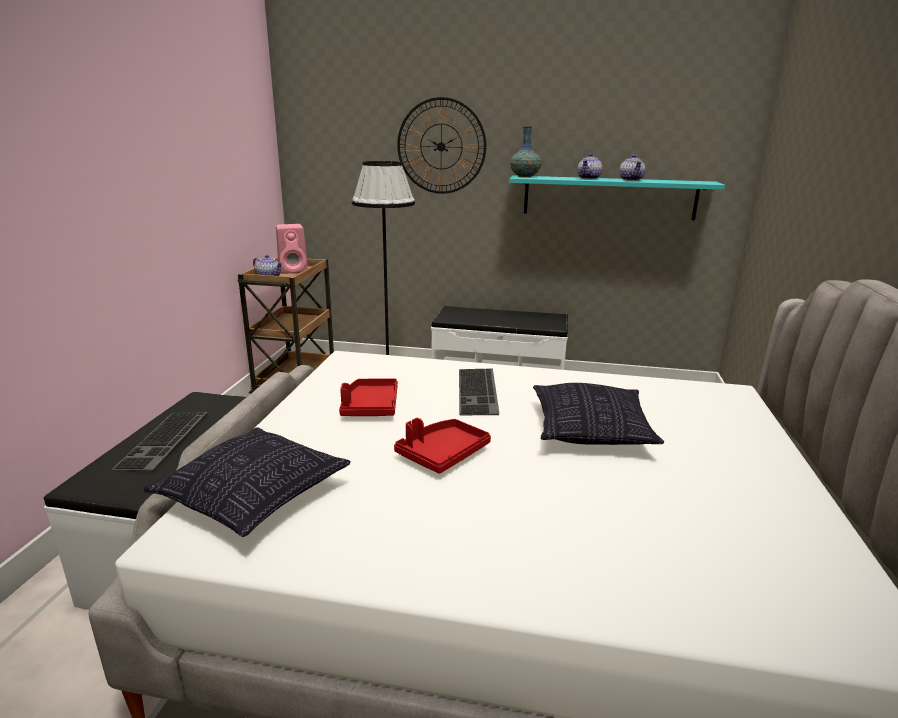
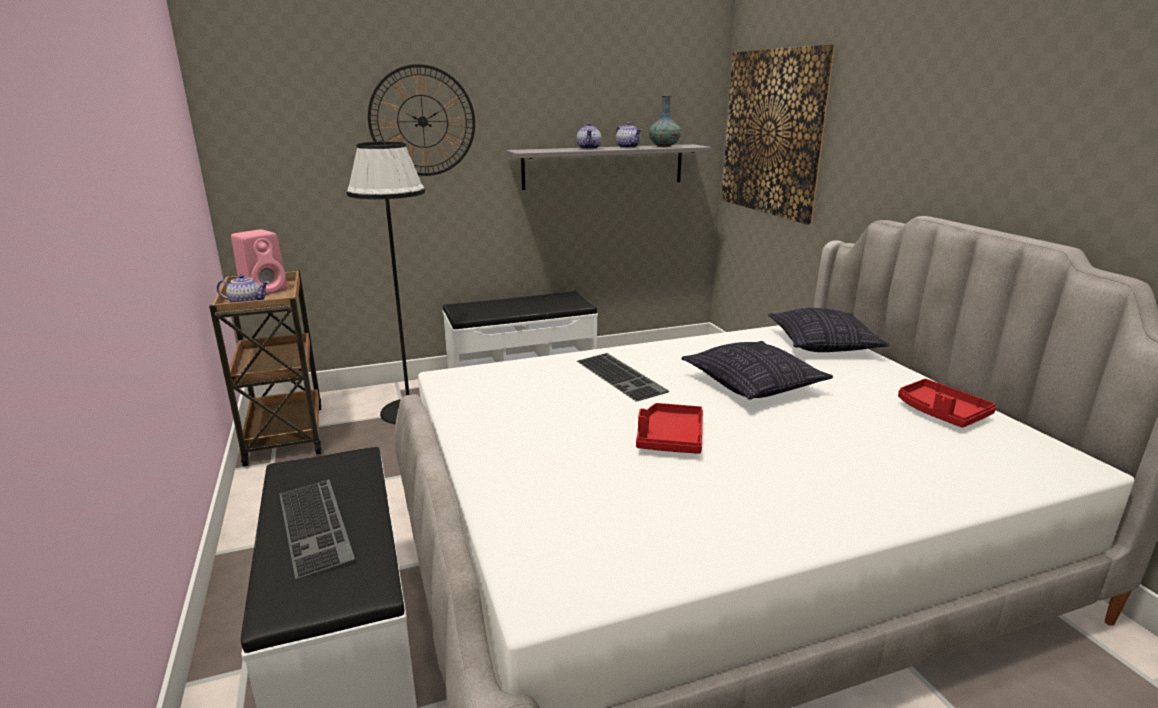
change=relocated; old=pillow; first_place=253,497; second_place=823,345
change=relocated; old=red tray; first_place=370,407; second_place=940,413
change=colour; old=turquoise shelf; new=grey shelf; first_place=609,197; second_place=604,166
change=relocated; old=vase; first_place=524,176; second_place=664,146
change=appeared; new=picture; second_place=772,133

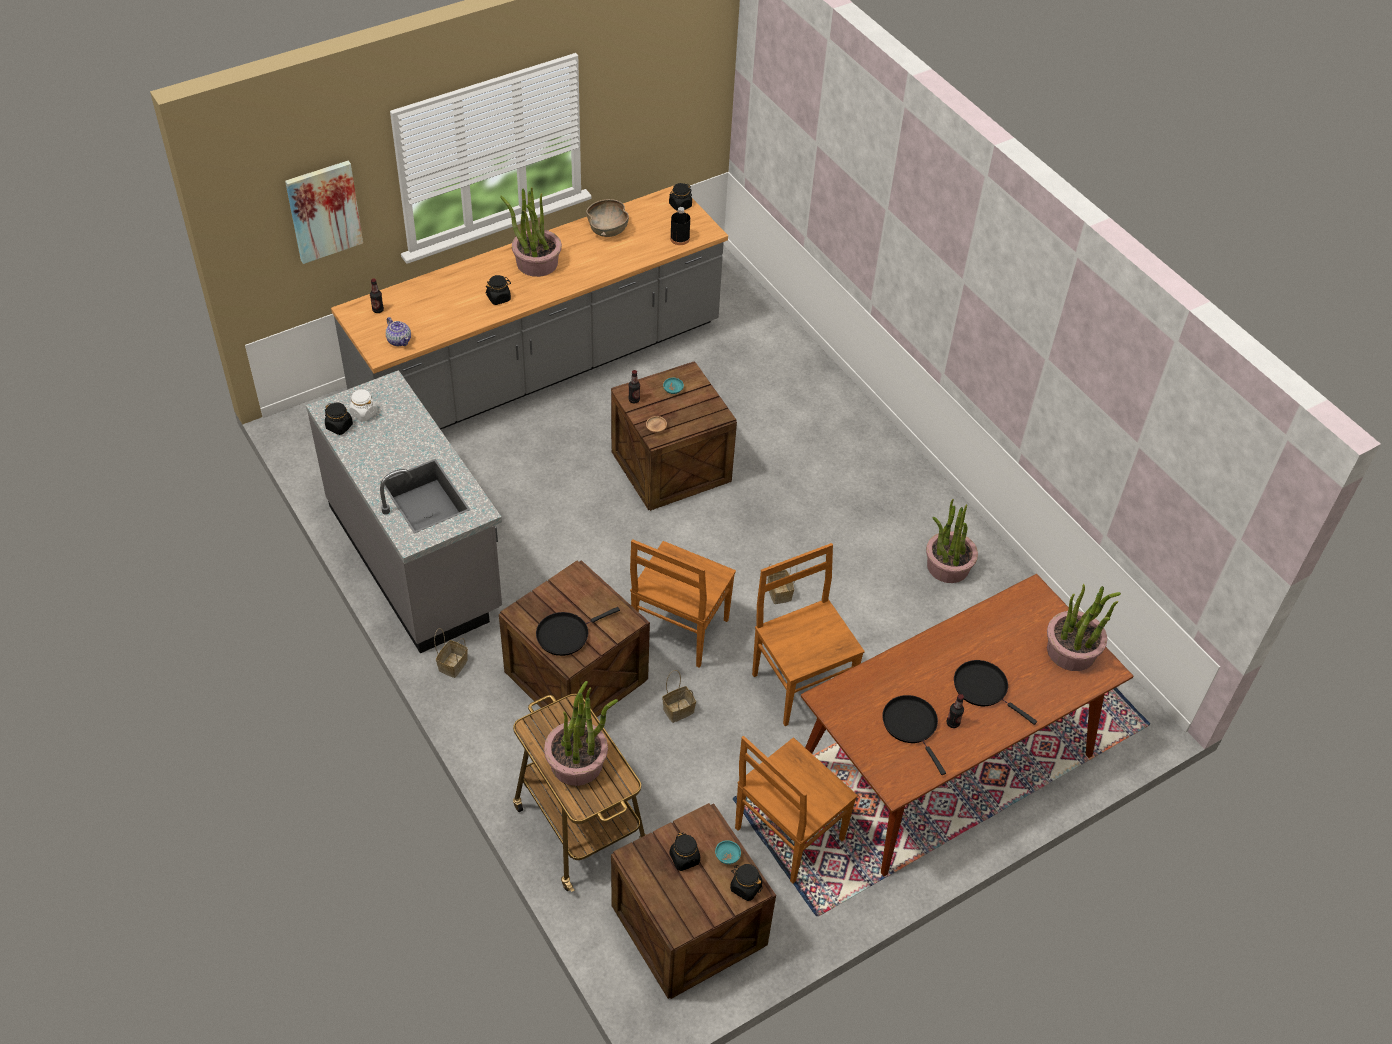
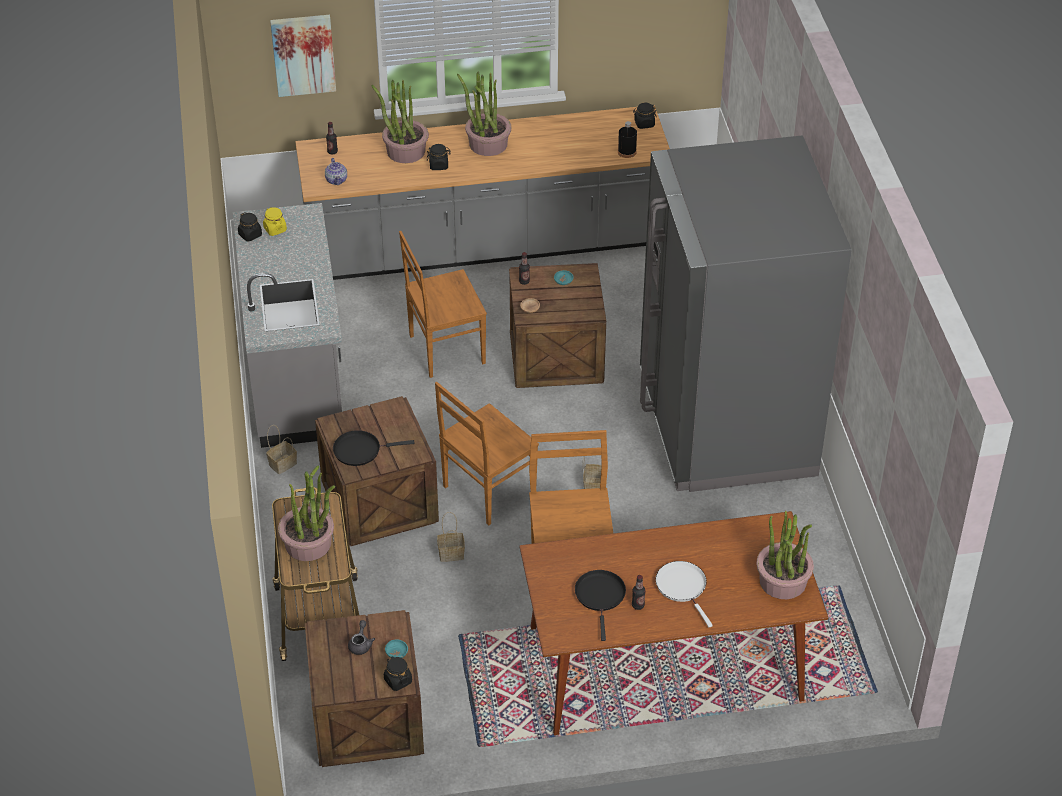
change=colour; old=white jar; new=yellow jar; first_place=363,413; second_place=275,229
change=missing; old=brown bowl; first_place=608,229
change=exchanged; old=black jar; new=grey teapot; first_place=684,858; second_place=361,644
change=relocated; old=brown chair; first_place=787,835; second_place=444,350
change=relocated; old=potted plant; first_place=947,566; second_place=405,151
change=colour; old=black frying pan; new=white frying pan; first_place=983,688; second_place=683,587
change=appeared; new=grey fridge; second_place=726,425

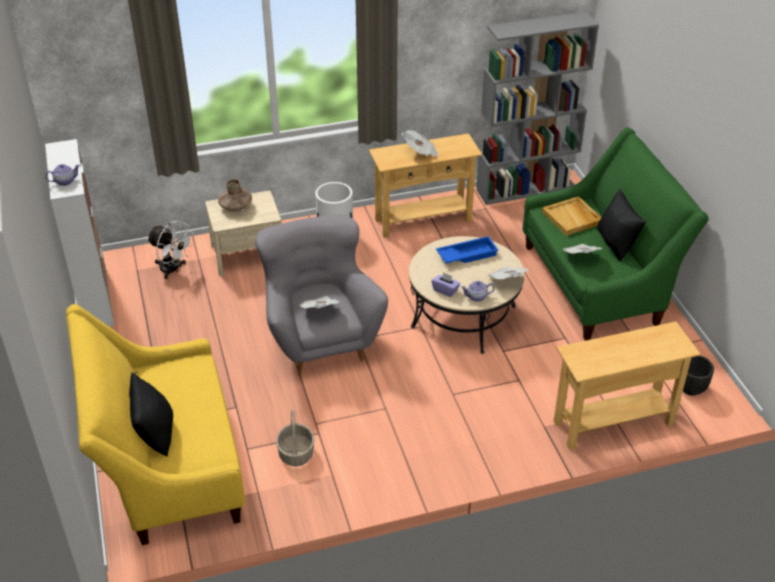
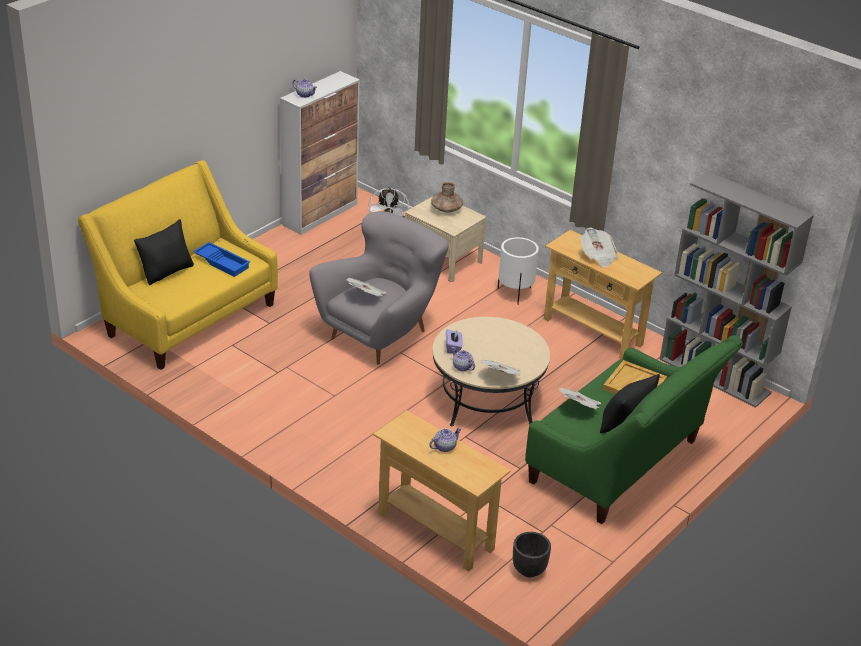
change=missing; old=basket; first_place=295,453
change=relocated; old=blue tray; first_place=467,254; second_place=222,262
change=appeared; new=teapot; second_place=444,446

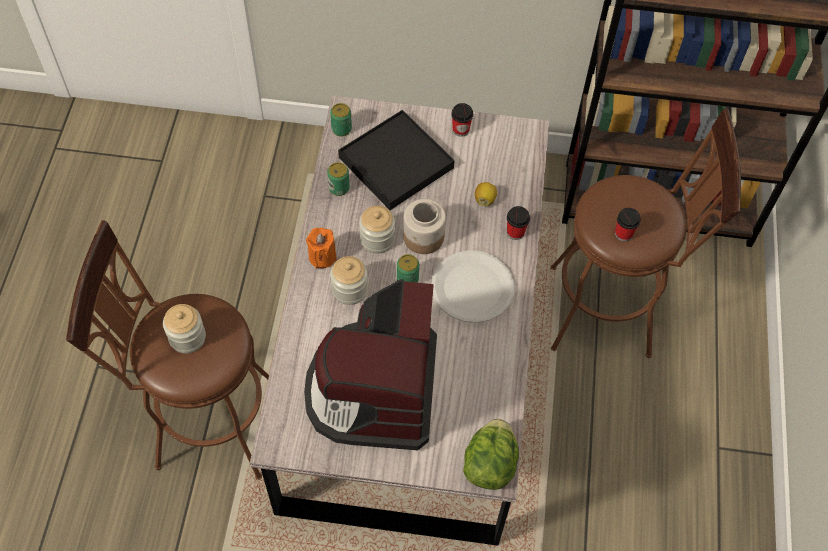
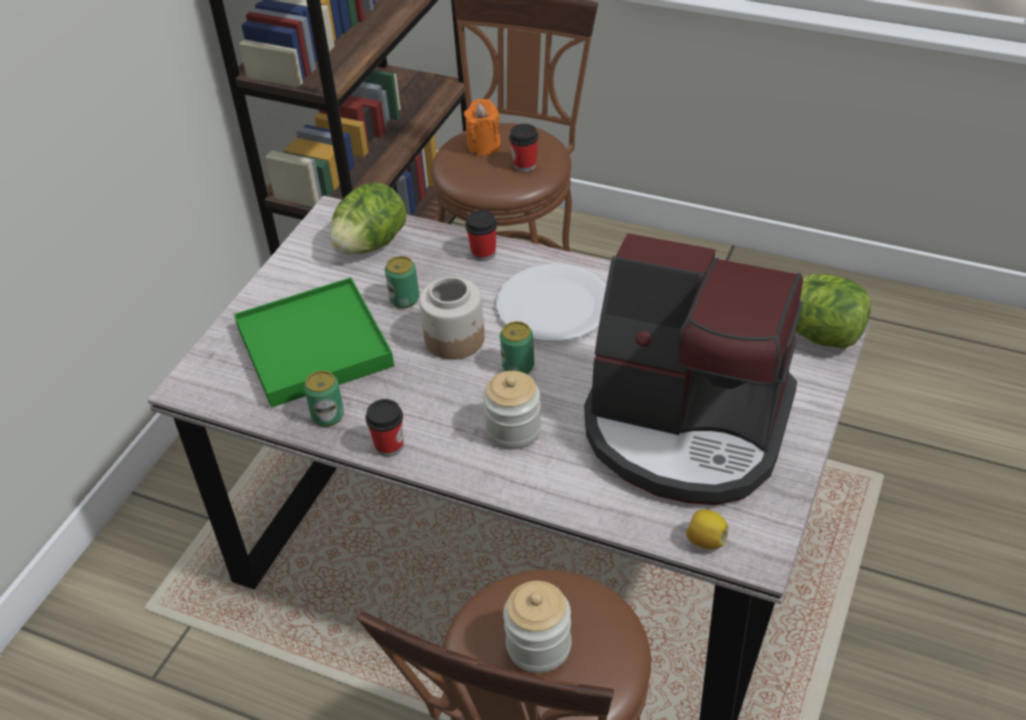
change=relocated; old=orange candle; first_place=322,257; second_place=484,146
change=relocated; old=can; first_place=341,129; second_place=404,299
change=colour; old=black tray; new=green tray; first_place=396,162; second_place=314,346
change=missing; old=jar; first_place=377,239
change=relocated; old=cup; first_place=460,130; second_place=389,446
change=relocated; old=lemon; first_place=485,199; second_place=706,540
change=appeared; new=lettuce; second_place=370,244

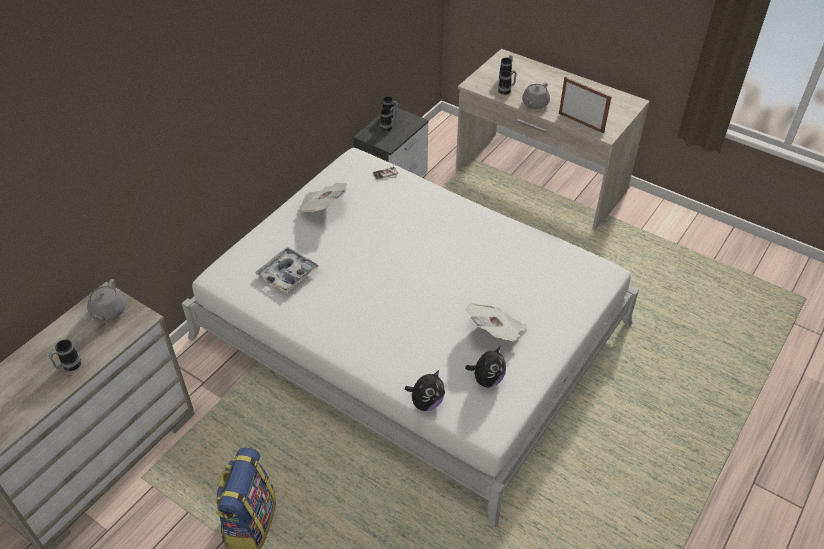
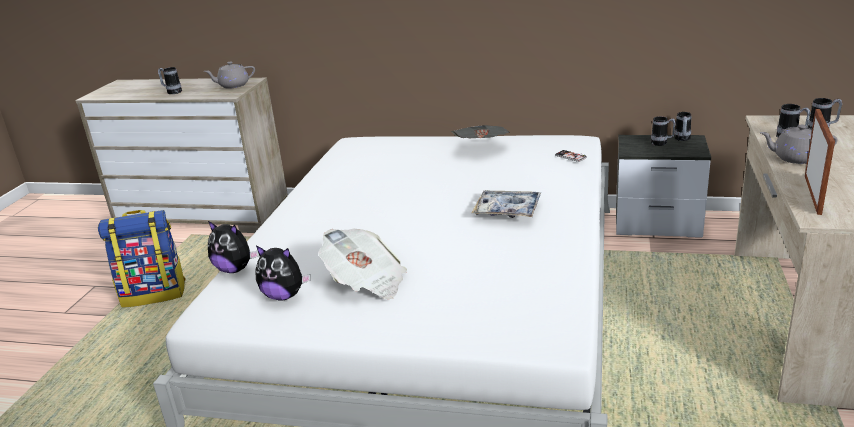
change=relocated; old=tray; first_place=287,274; second_place=507,210

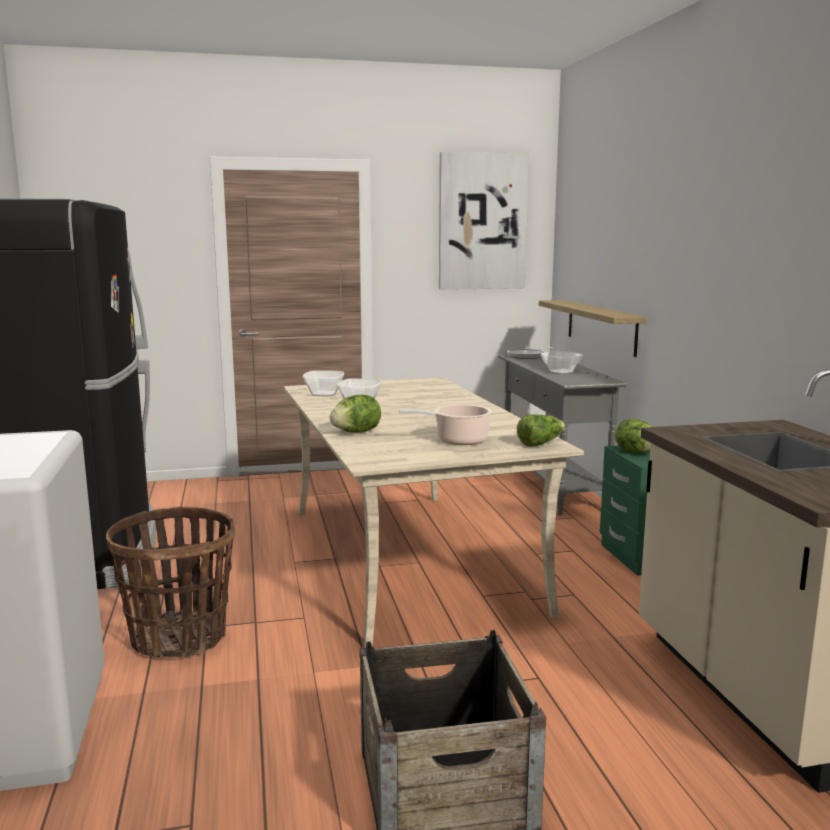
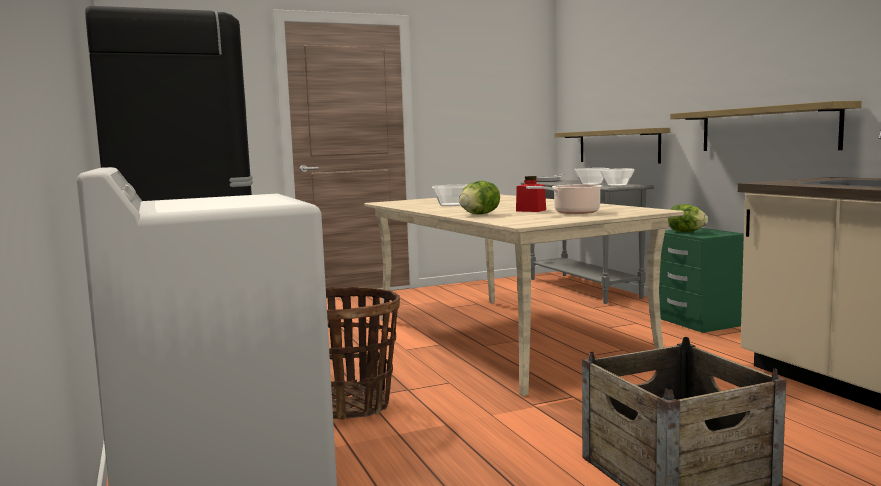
change=relocated; old=bowl; first_place=323,394; second_place=616,186
change=missing; old=picture; first_place=482,222
change=missing; old=lettuce; first_place=540,443
change=appeared; new=red jar; second_place=531,210
change=appeared; new=shelf; second_place=766,129

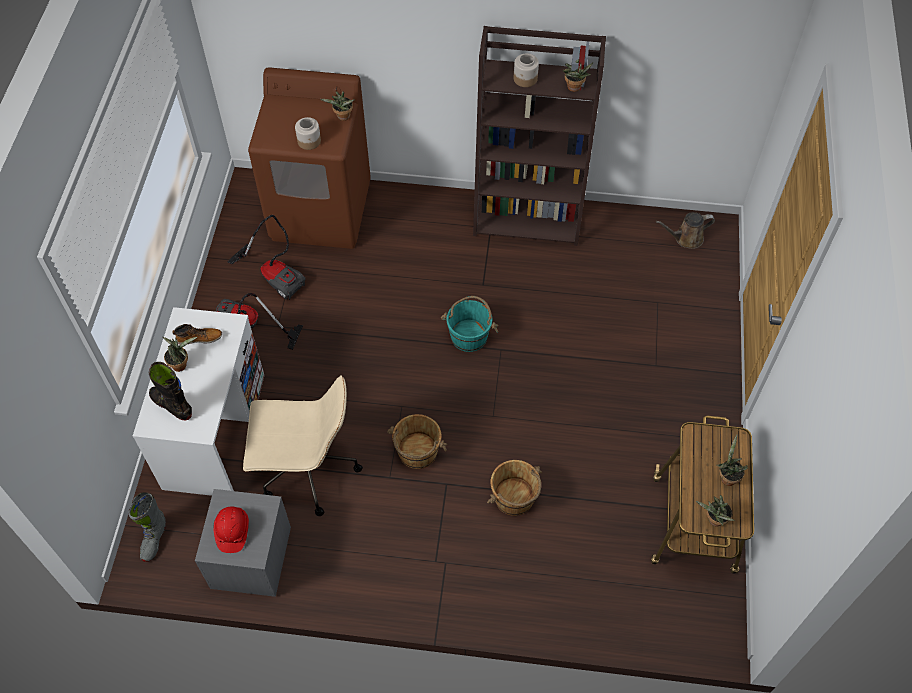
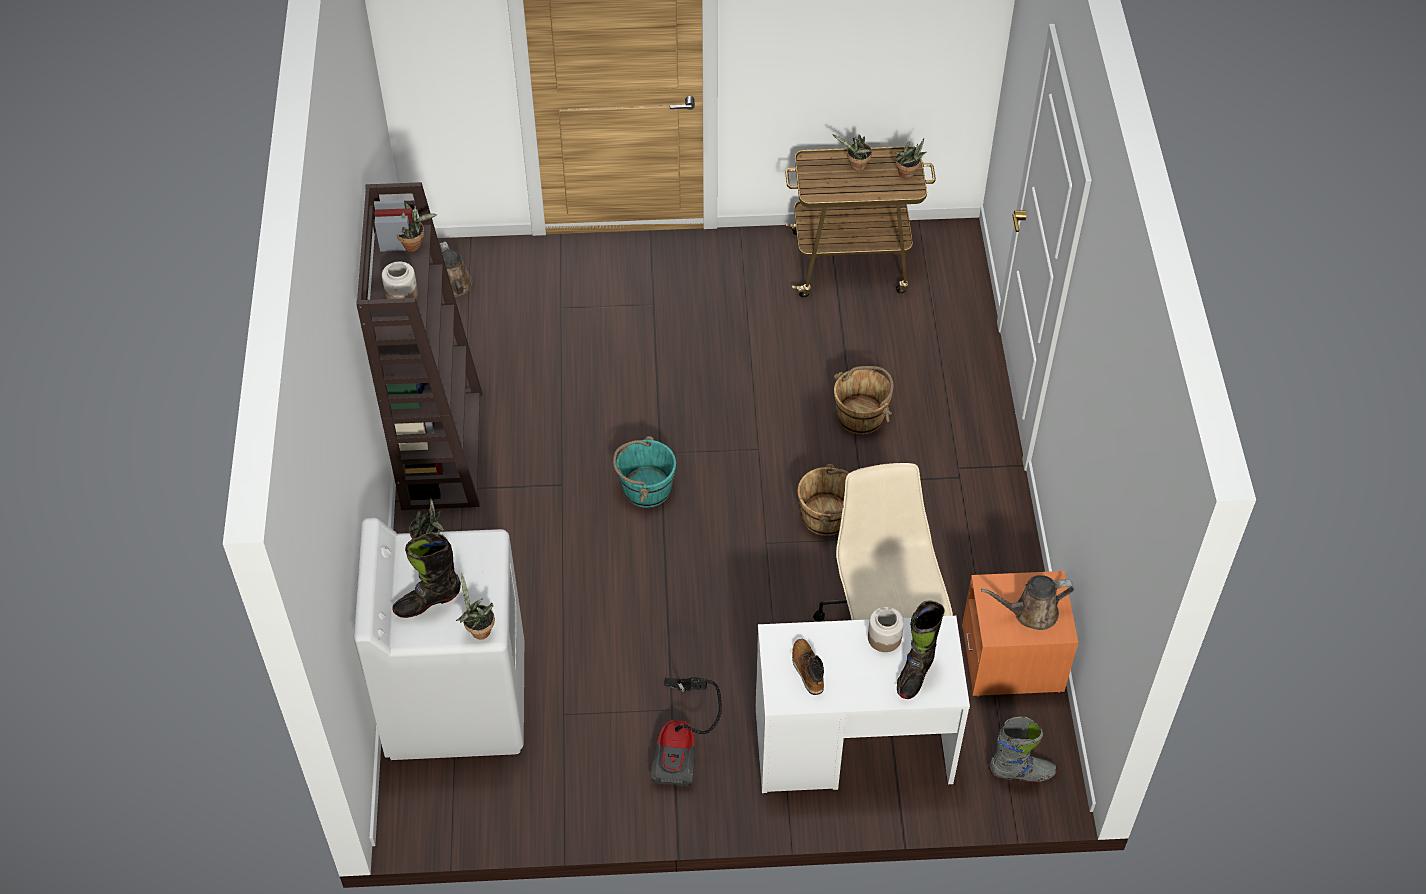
change=relocated; old=potted plant; first_place=181,364; second_place=478,630
change=colour; old=grey nightstand; new=orange nightstand; first_place=251,558; second_place=1012,659
change=exchanged; old=red hard hat; new=brown watering can; first_place=232,532; second_place=1031,613
change=missing; old=vacuum cleaner; first_place=275,275
change=colour; old=brown washing machine; new=white washing machine; first_place=321,211; second_place=456,699
change=relocated; old=jar; first_place=309,141; second_place=884,637
change=appeared; new=black boot; second_place=427,601

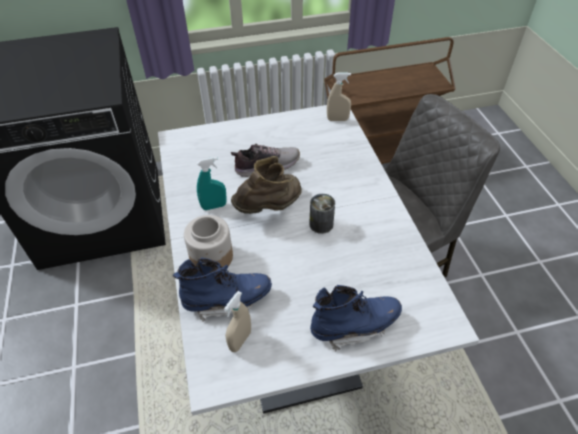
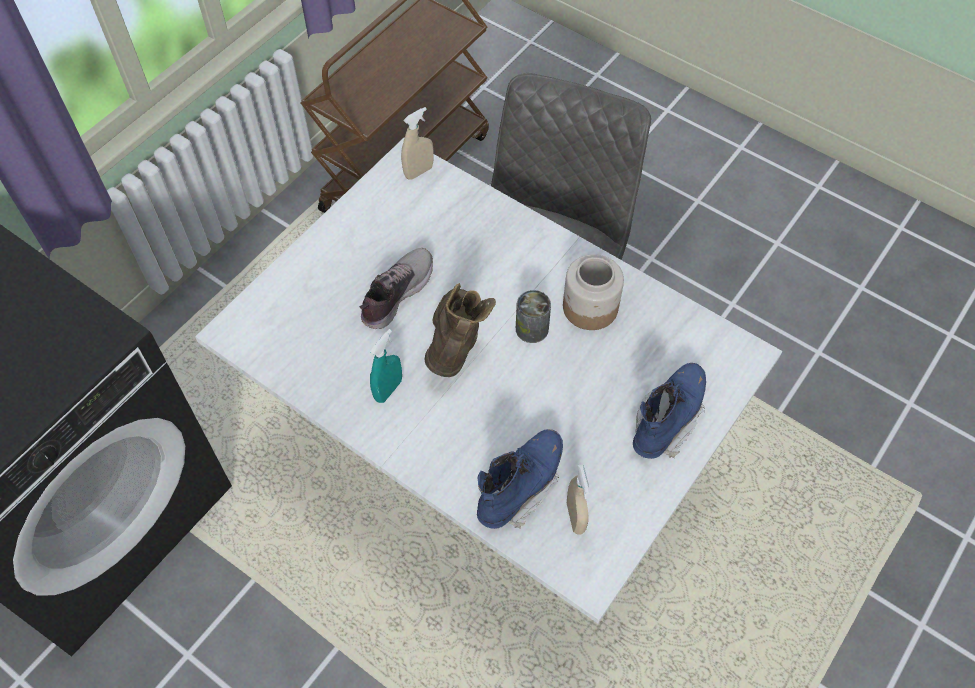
change=relocated; old=jar; first_place=211,257; second_place=590,308

